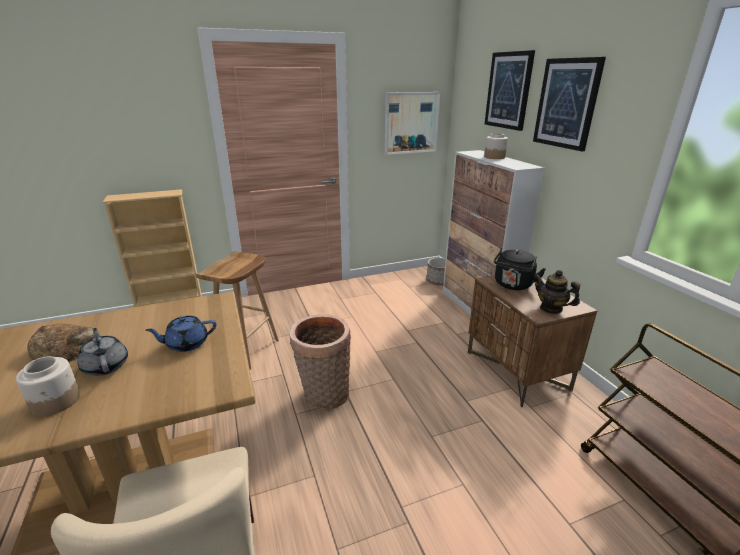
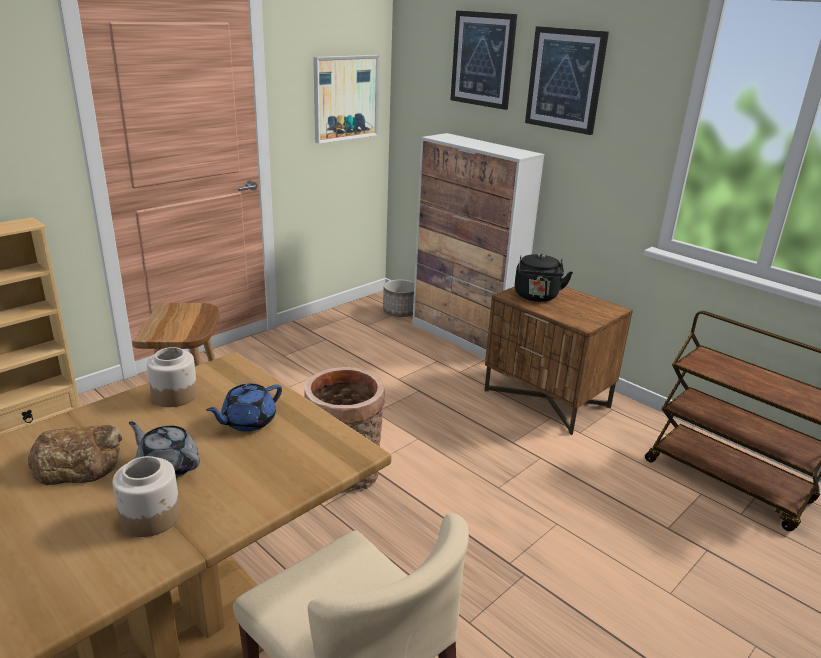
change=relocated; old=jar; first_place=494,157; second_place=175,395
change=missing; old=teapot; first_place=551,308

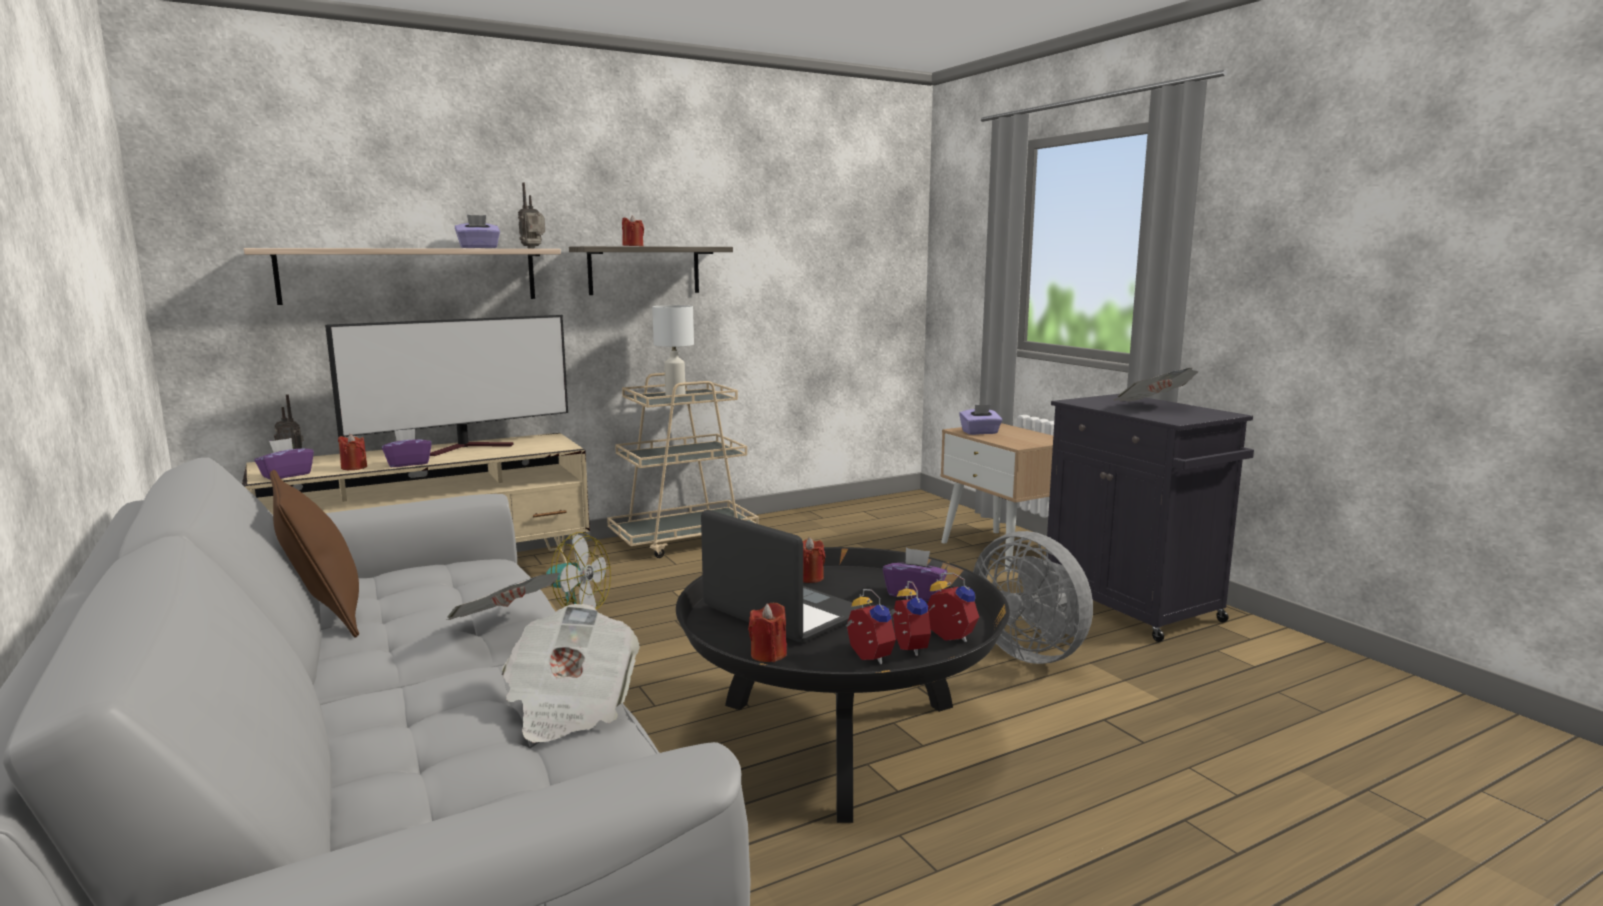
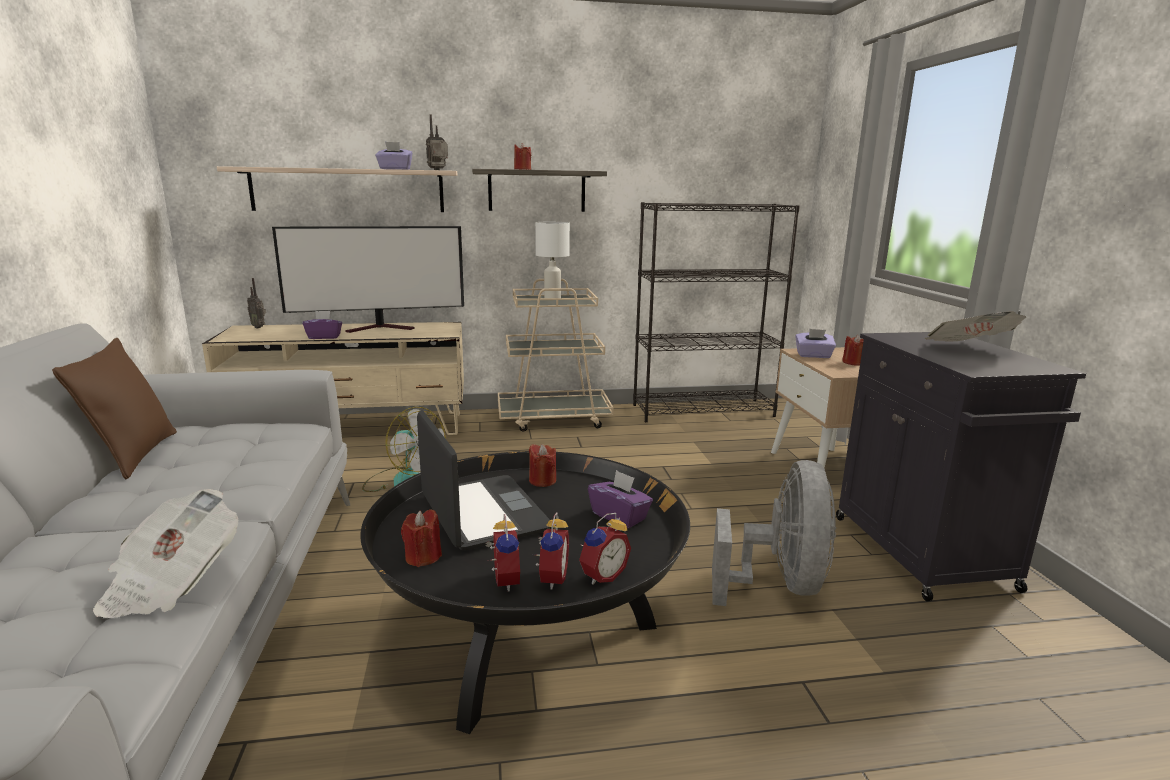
change=missing; old=purple tissue box; first_place=286,475
change=relocated; old=red candle; first_place=354,467; second_place=853,363
change=missing; old=newspaper; first_place=505,625
change=spun; old=alarm clock; first_place=948,638; second_place=602,575; degrees=75
change=spun; old=grey fan; first_place=1032,652; second_place=779,584; degrees=-150
change=appeared; new=black bookcase; second_place=703,410

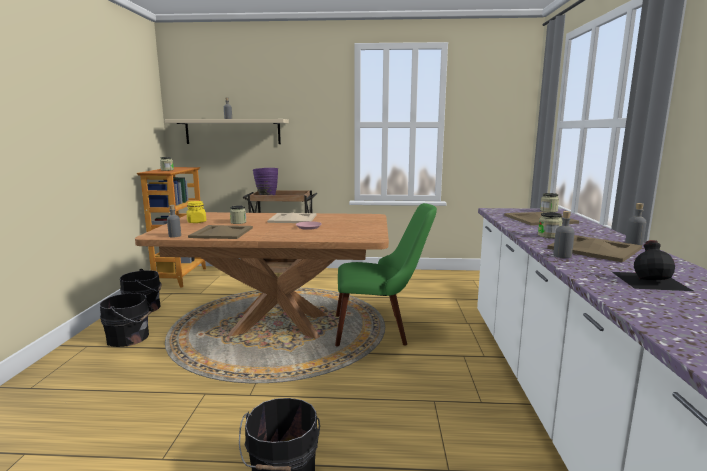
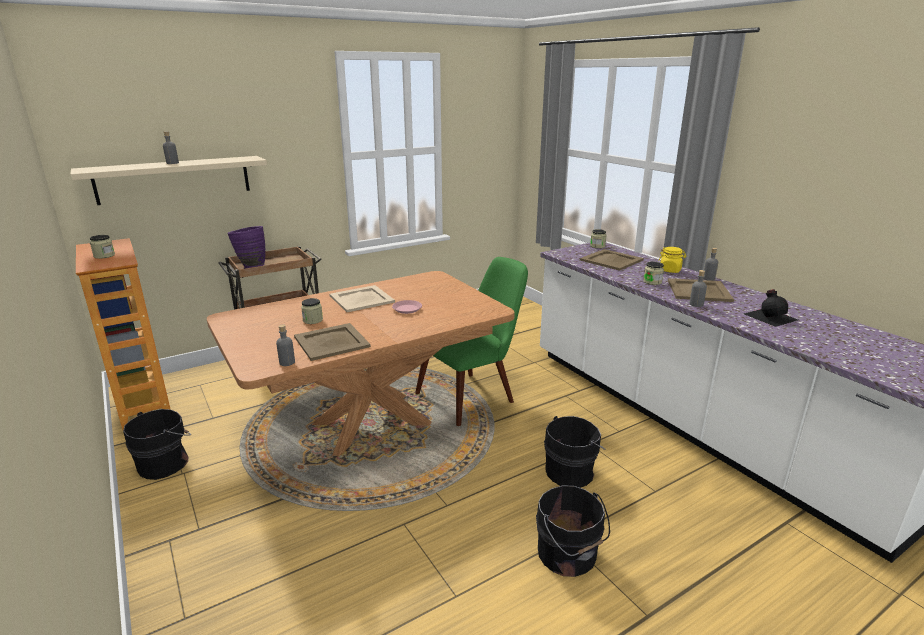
change=relocated; old=black bucket; first_place=130,338; second_place=571,471
change=relocated; old=yellow jar; first_place=196,222; second_place=670,270

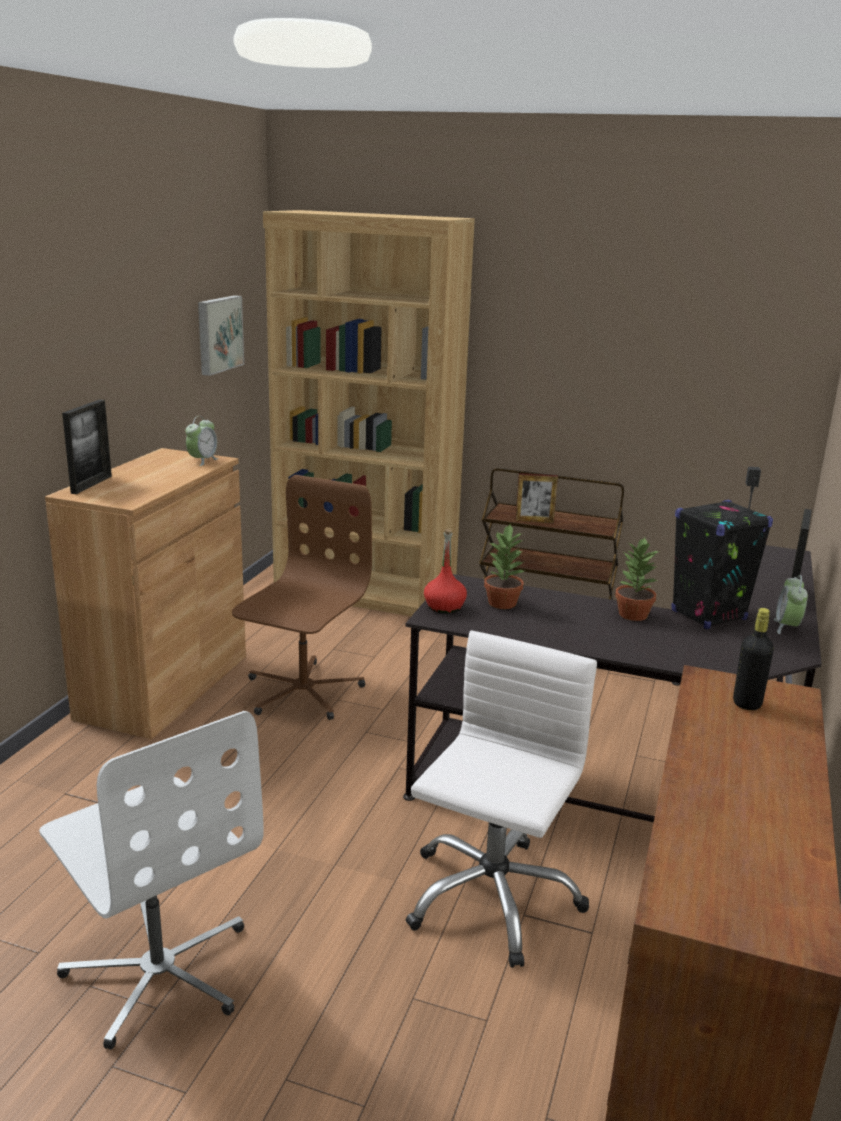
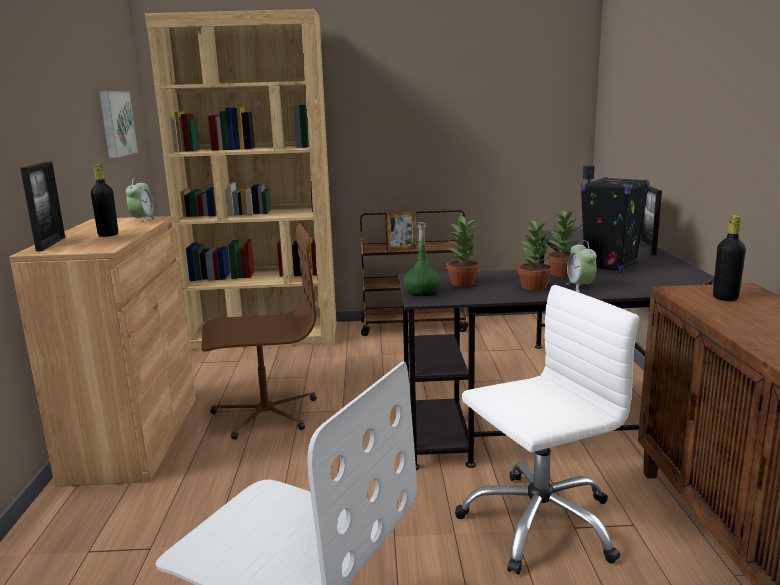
change=spun; old=brown office chair; first_place=302,692; second_place=265,413; degrees=75
change=spun; old=white office chair; first_place=491,897; second_place=539,522; degrees=60
change=colour; old=red bottle; new=green bottle; first_place=444,607; second_place=422,292
change=relocated; old=alarm clock; first_place=787,627; second_place=580,287
change=appeared; new=black bottle; second_place=108,235
change=appeared; new=potted plant; second_place=533,287

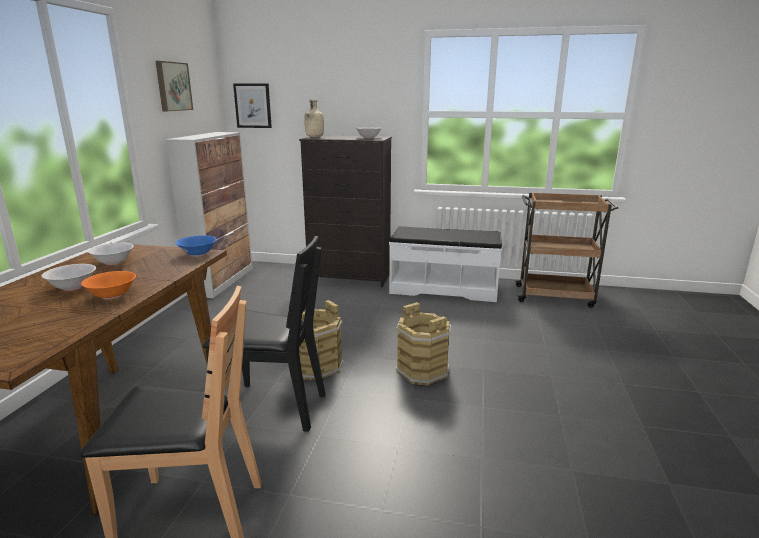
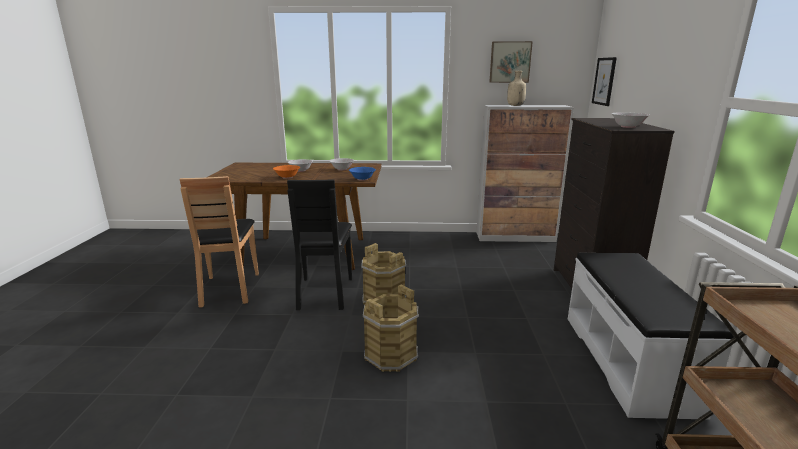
change=relocated; old=beige bottle; first_place=314,137; second_place=515,105

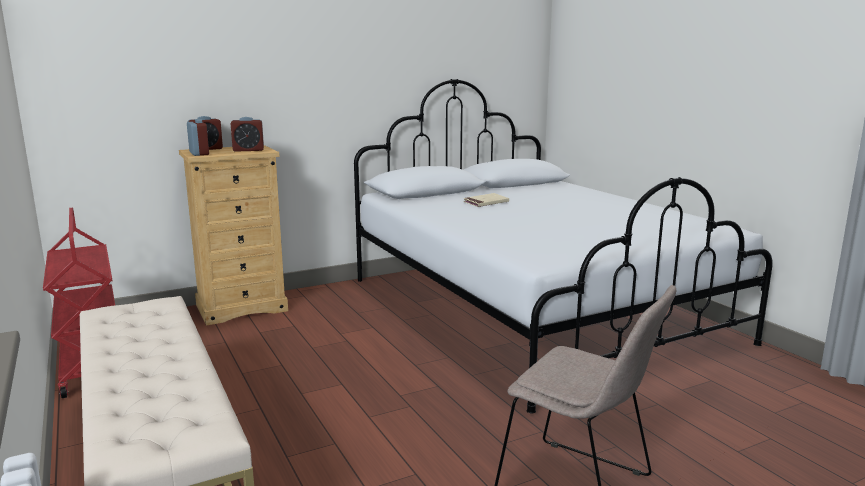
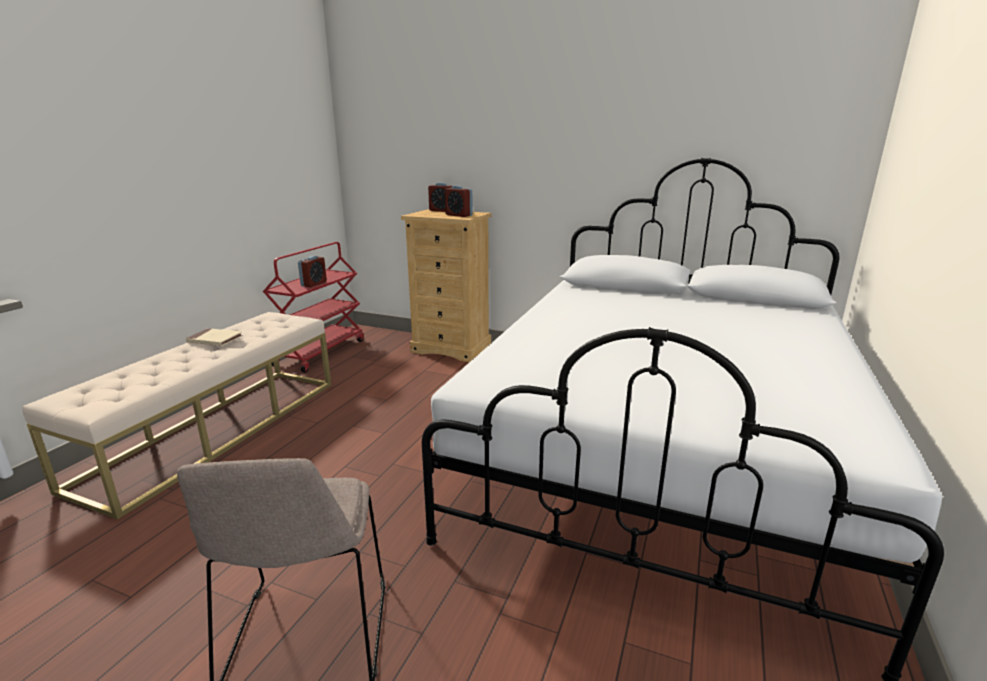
change=relocated; old=alarm clock; first_place=199,153; second_place=314,284
change=relocated; old=beige book; first_place=486,202; second_place=215,340

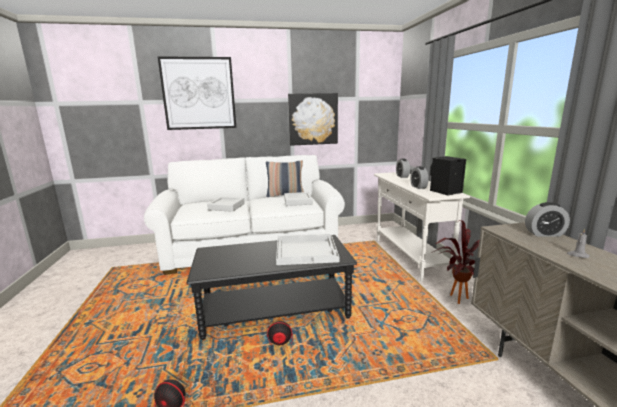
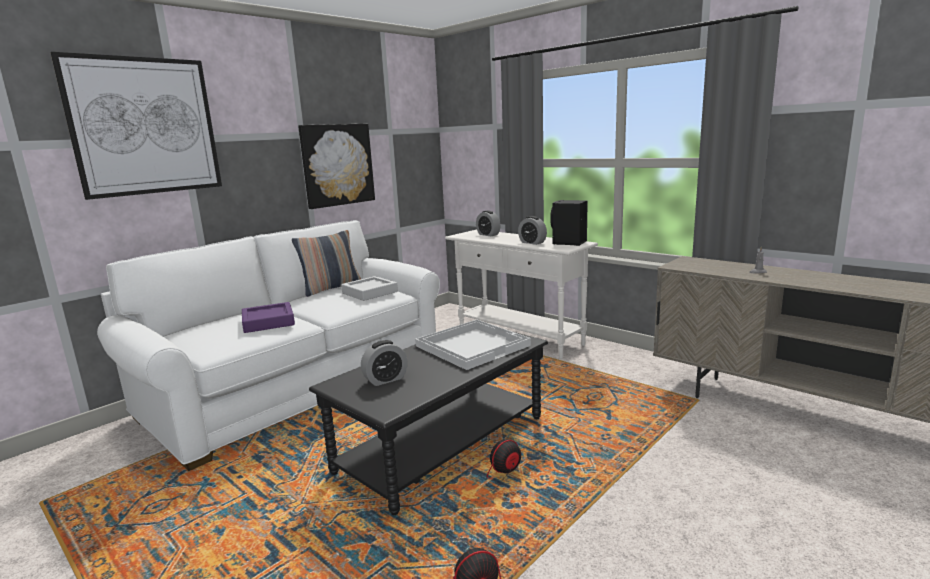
change=colour; old=grey tray; new=purple tray; first_place=226,207; second_place=268,322
change=missing; old=potted plant; first_place=453,297
change=relocated; old=alarm clock; first_place=544,234; second_place=385,379

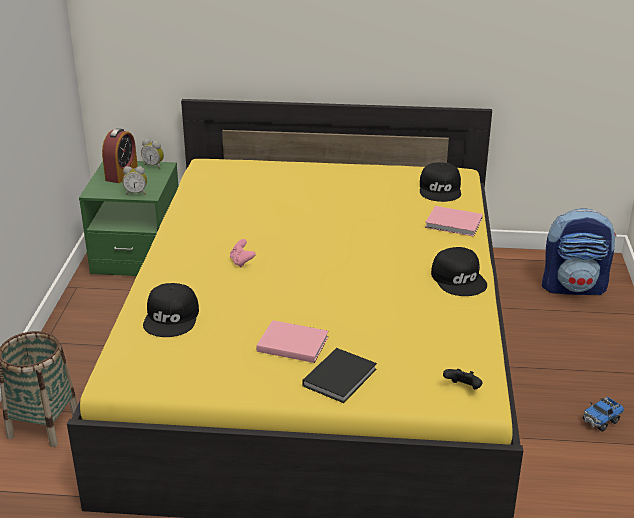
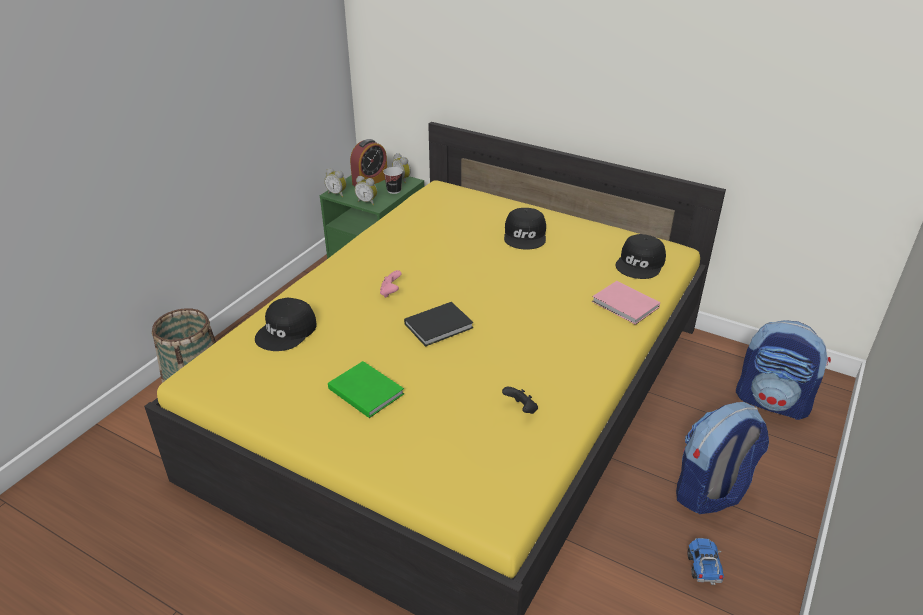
change=colour; old=pink book; new=green book; first_place=291,343; second_place=365,390
change=relocated; old=black book; first_place=341,377; second_place=440,326
change=relocated; old=black cap; first_place=459,279; second_place=525,235
change=relocated; old=black game controller; first_place=463,388; second_place=521,409
change=spun; old=toy truck; first_place=601,421; second_place=703,568; degrees=105
change=appeared; new=alarm clock; second_place=337,194
change=appeared; new=cup; second_place=394,190
change=appeared; new=backpack; second_place=711,492

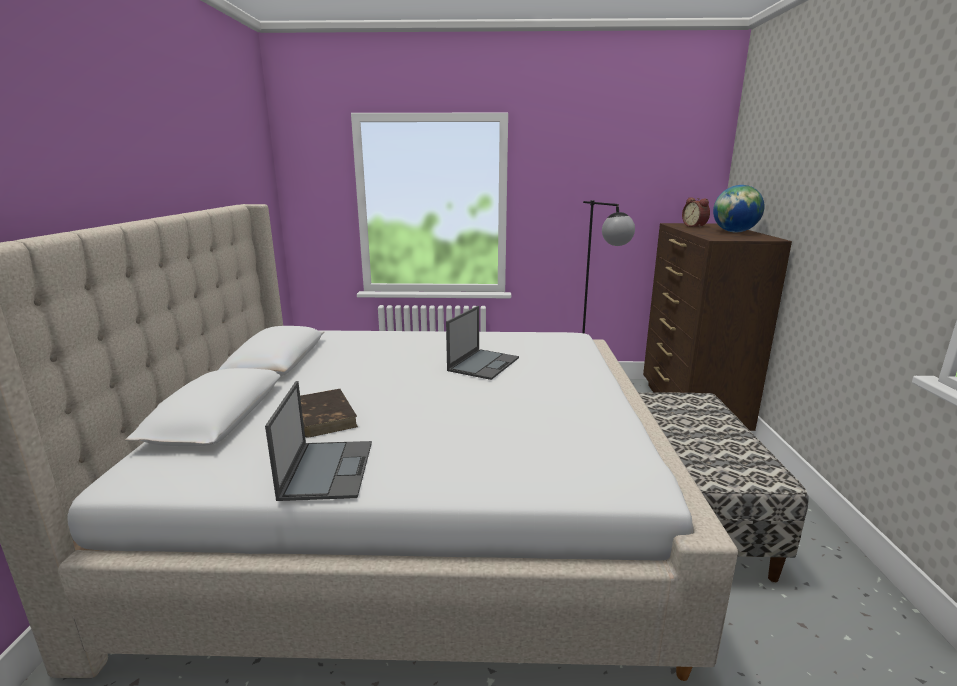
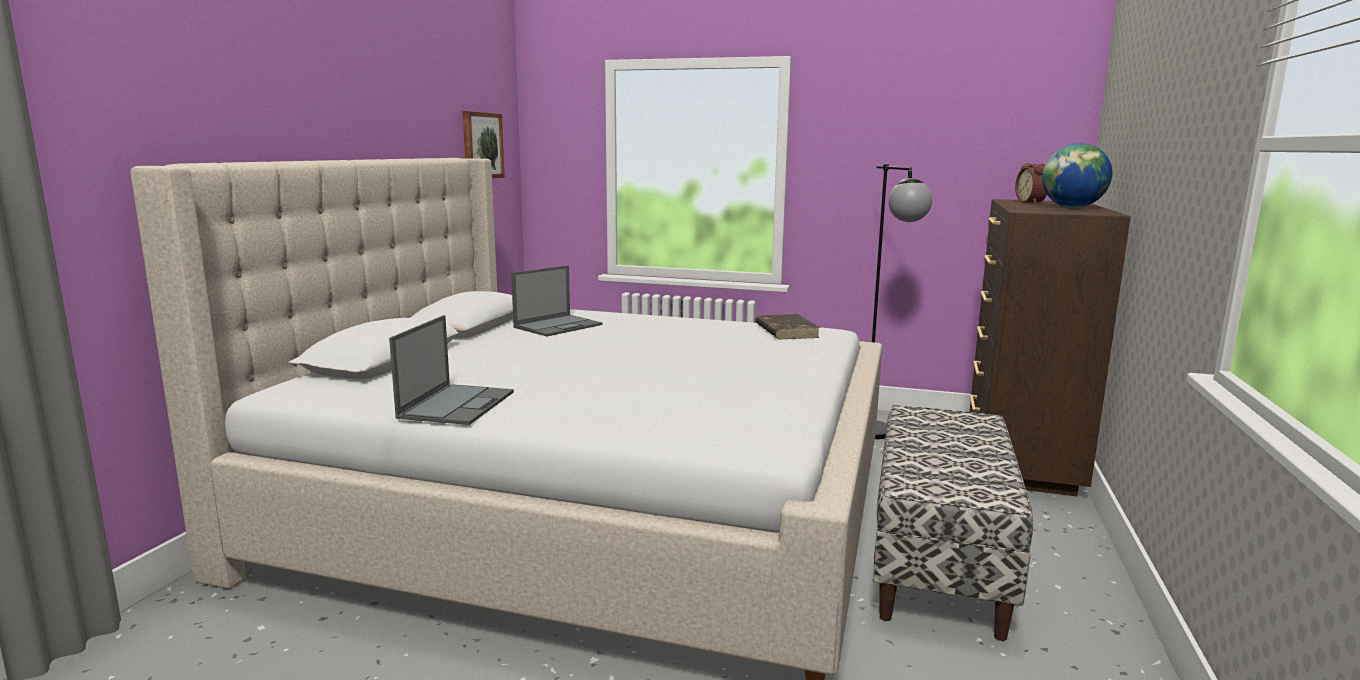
change=relocated; old=brown book; first_place=323,416; second_place=786,331
change=relocated; old=laptop; first_place=484,364; second_place=558,326
change=appeared; new=picture; second_place=481,145

